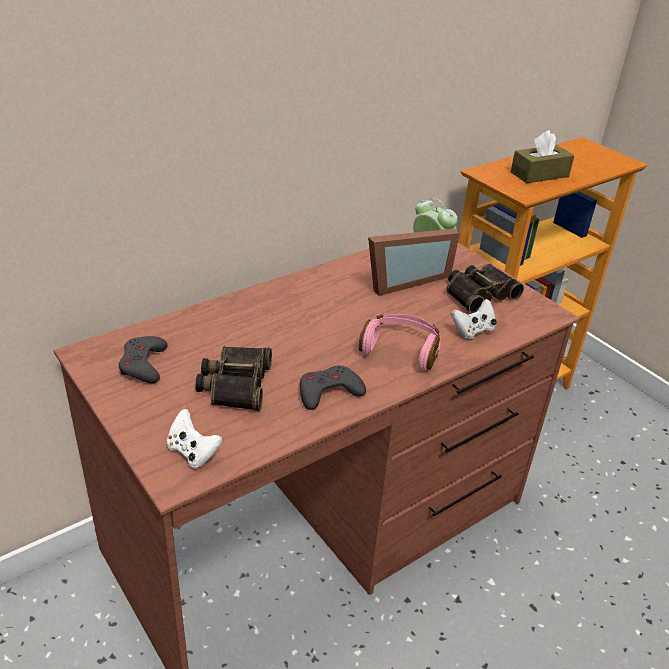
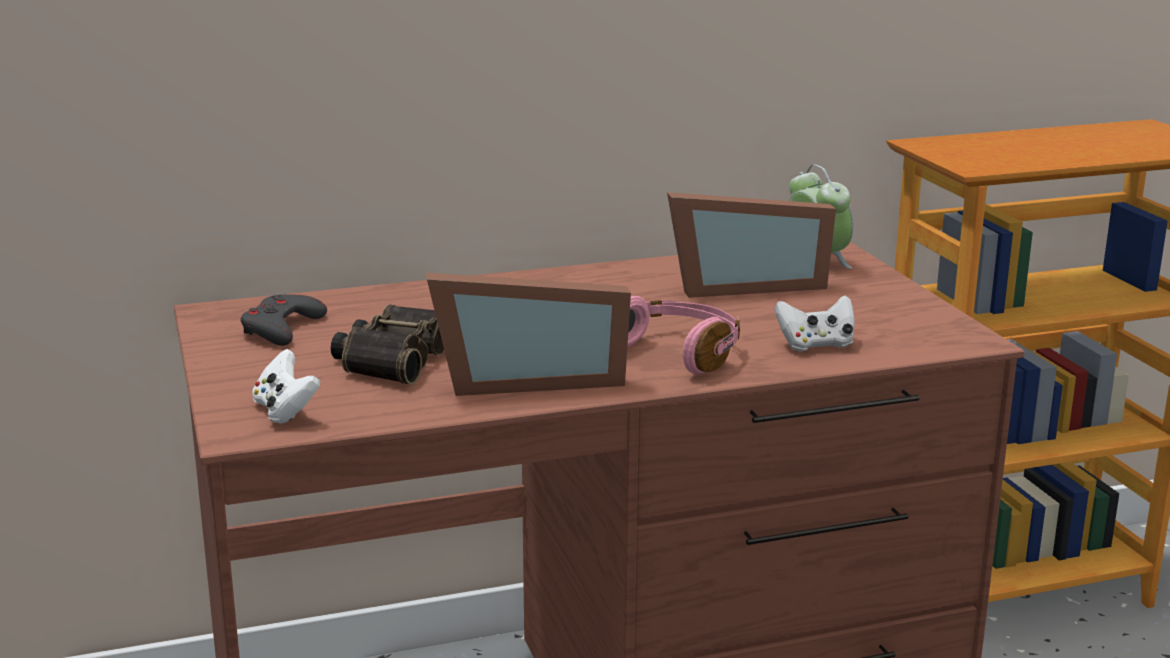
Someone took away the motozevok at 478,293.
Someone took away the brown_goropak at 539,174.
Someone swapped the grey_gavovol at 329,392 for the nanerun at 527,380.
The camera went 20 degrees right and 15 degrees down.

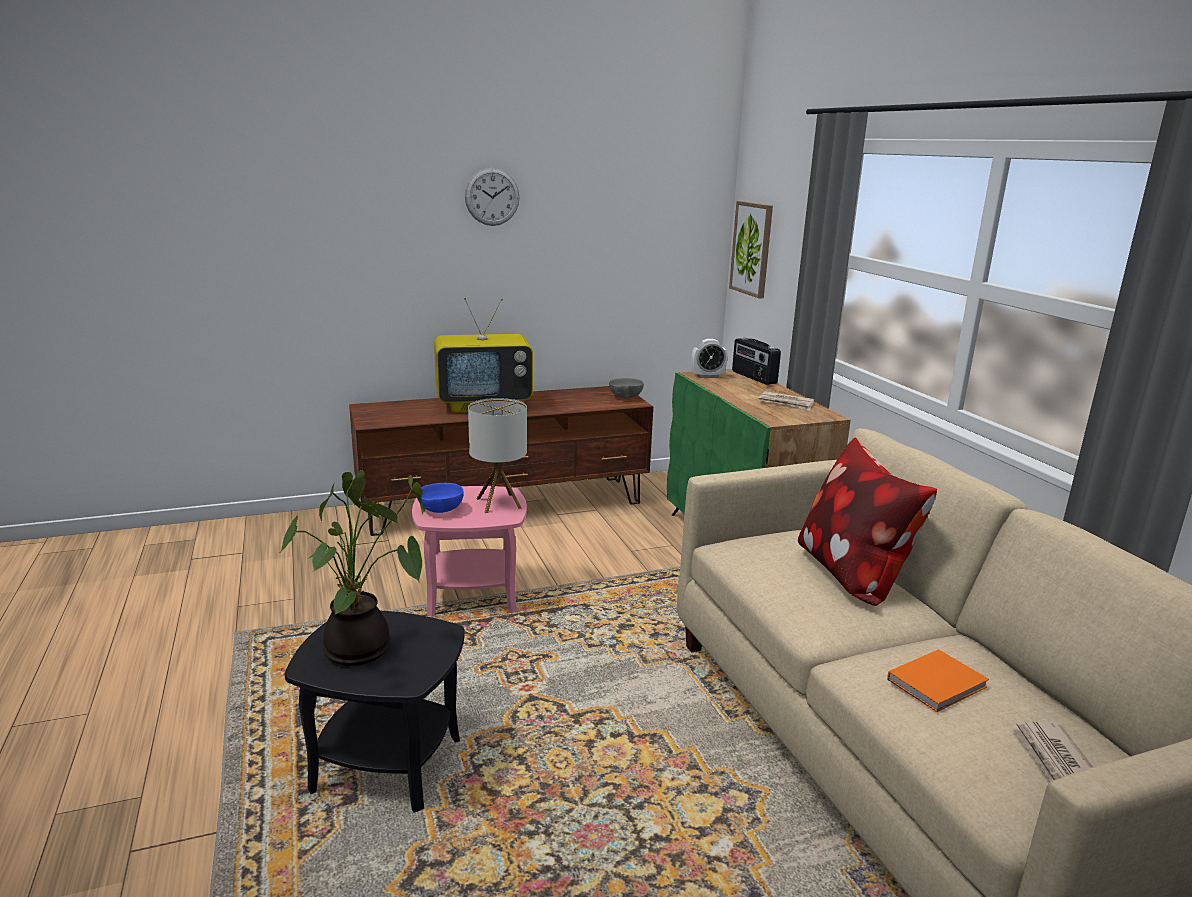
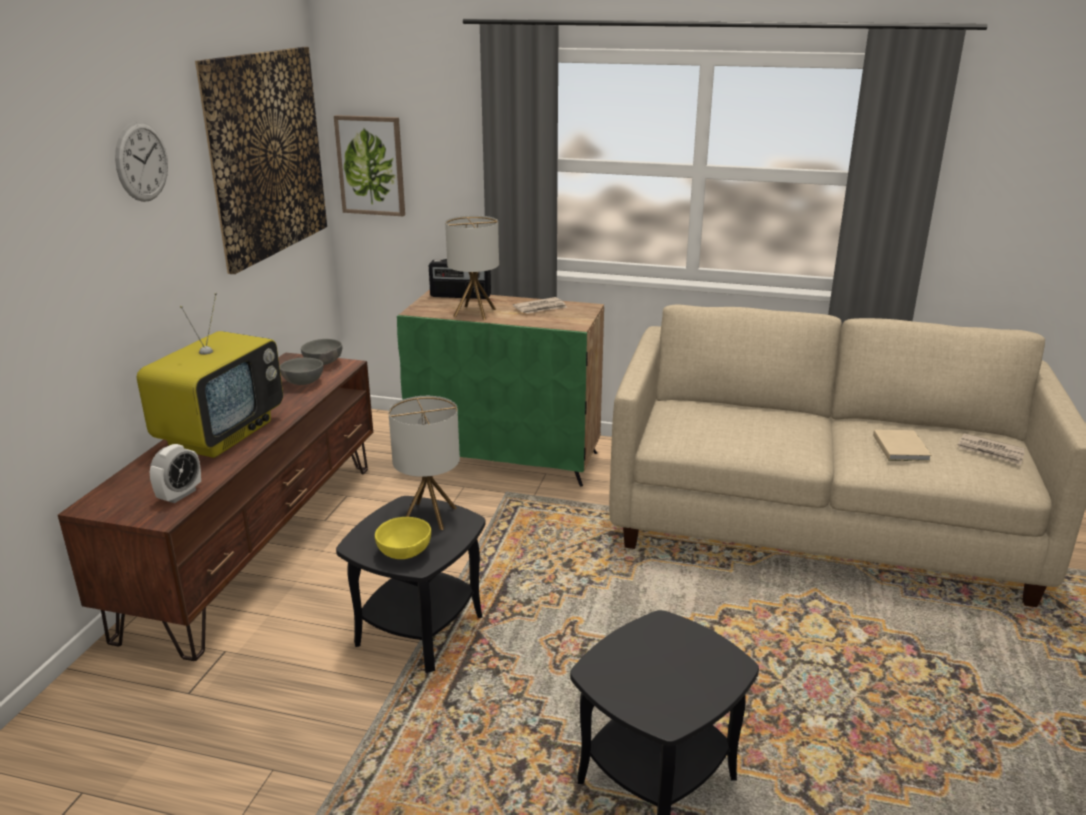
Someone took away the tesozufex at 363,651.
Someone took away the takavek at 852,574.
Someone put up the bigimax at 266,154.
Someone put down the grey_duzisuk at 302,383.
Someone put down the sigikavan at 475,312.
Someone carried the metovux from 707,376 to 180,495.
Someone repainted the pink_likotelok at 471,595, which became the black_likotelok at 419,630.
Someone repainted the blue_duzisuk at 440,511, which became the yellow_duzisuk at 405,554.
Someone repainted the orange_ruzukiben at 939,683, which became the beige_ruzukiben at 901,447.
The camera went 55 degrees left and 5 degrees up.

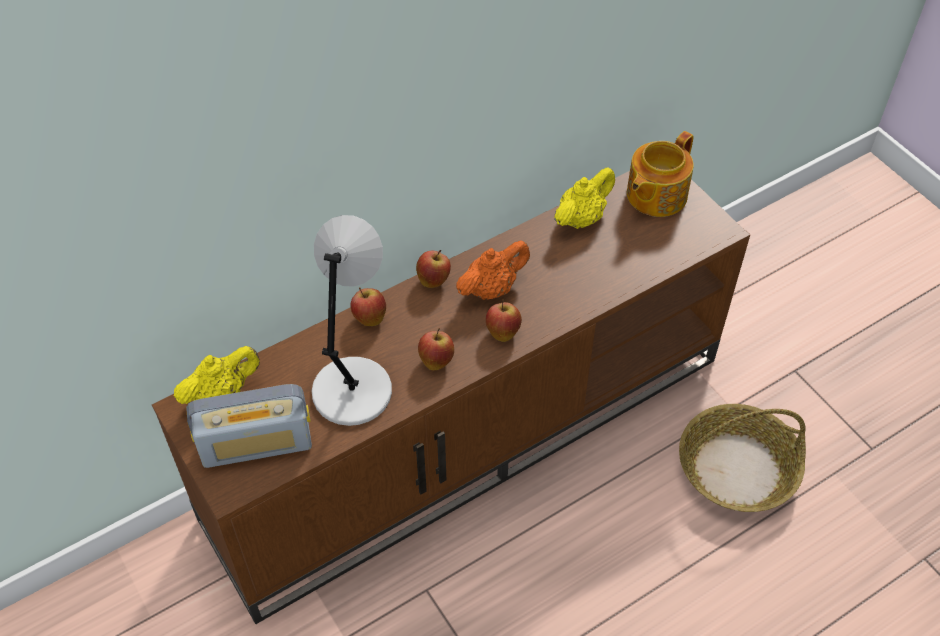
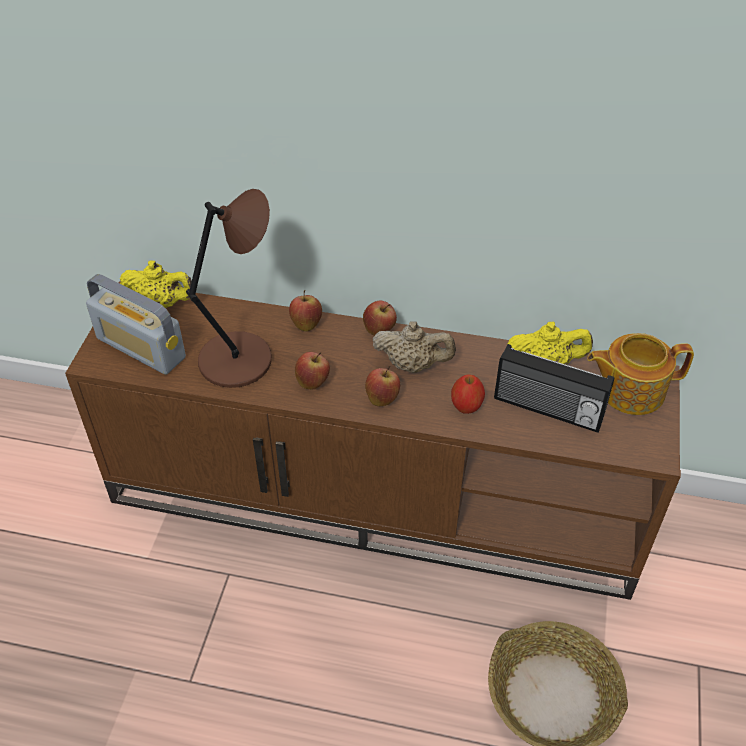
Someone put down the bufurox at 466,406.
Someone put down the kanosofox at 547,409.
Someone repainted the grey_sigikavan at 353,387, which became the brown_sigikavan at 239,358.
Someone repainted the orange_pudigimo at 492,288, which became the beige_pudigimo at 413,365.
The camera went 45 degrees right and 5 degrees down.

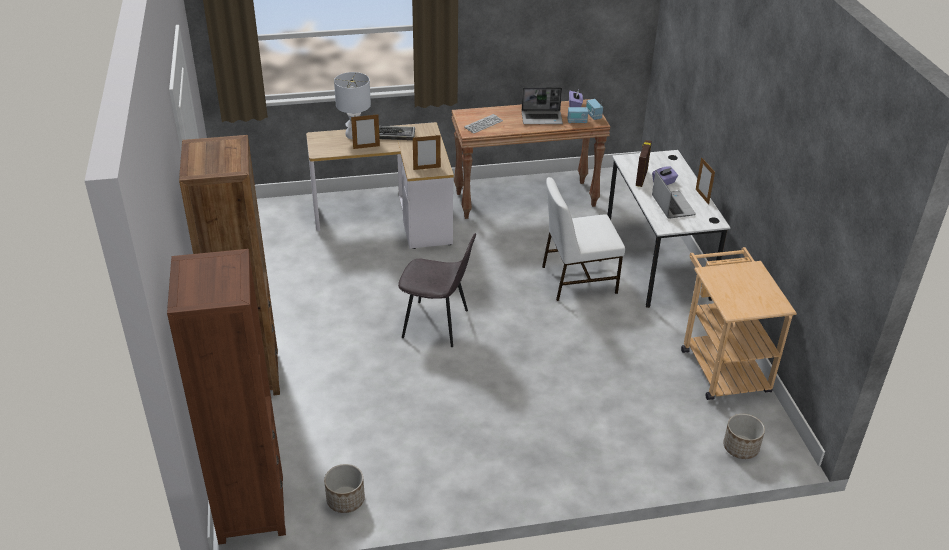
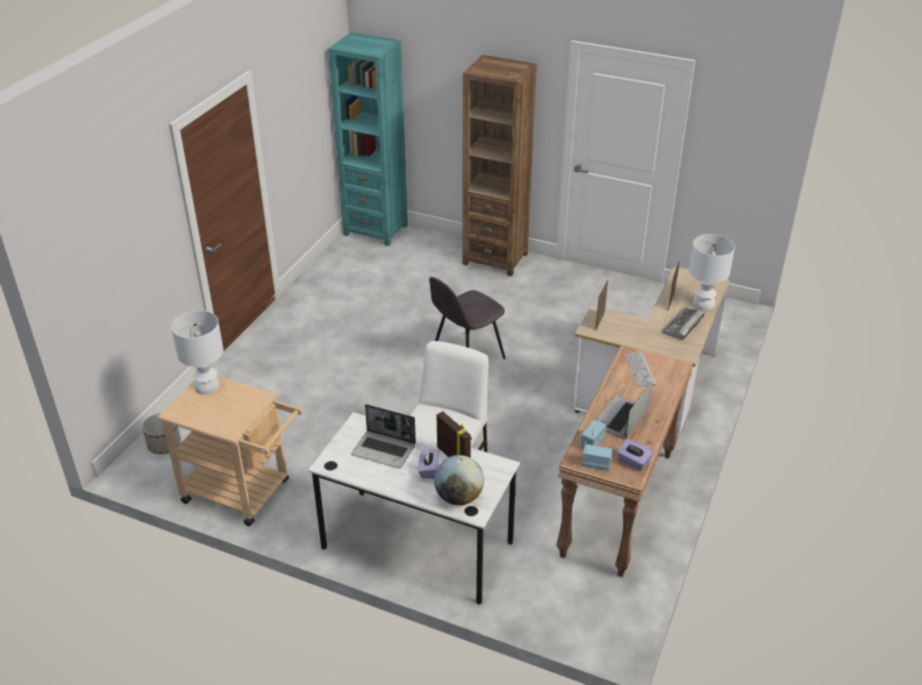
Someone took away the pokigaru at 345,499.
Someone took away the nanerun at 702,197.
Someone put down the white_sigikavan at 206,386.
Someone put down the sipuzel at 459,497.
Someone repainted the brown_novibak at 251,509, which became the turquoise_novibak at 375,230.
The camera went 125 degrees right and 0 degrees up.

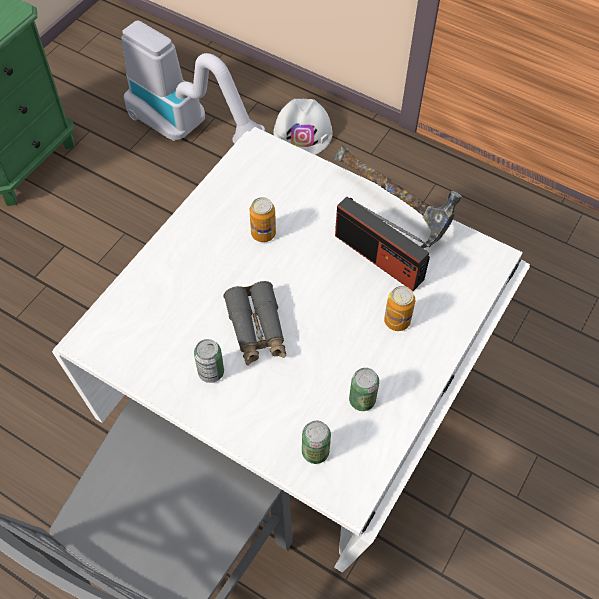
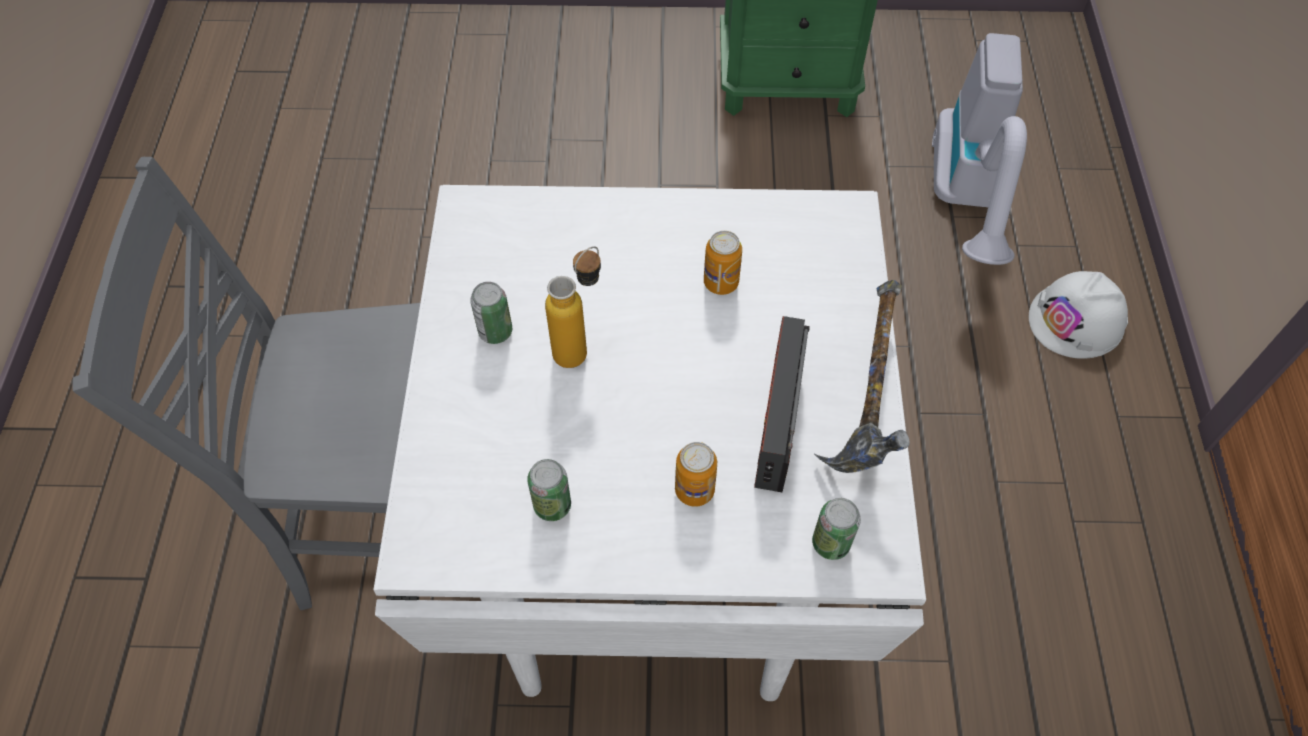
Someone carried the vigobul from 315,452 to 831,543.
Someone swapped the grey_motozevok at 257,329 for the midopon at 580,346.
The camera went 60 degrees right and 0 degrees up.

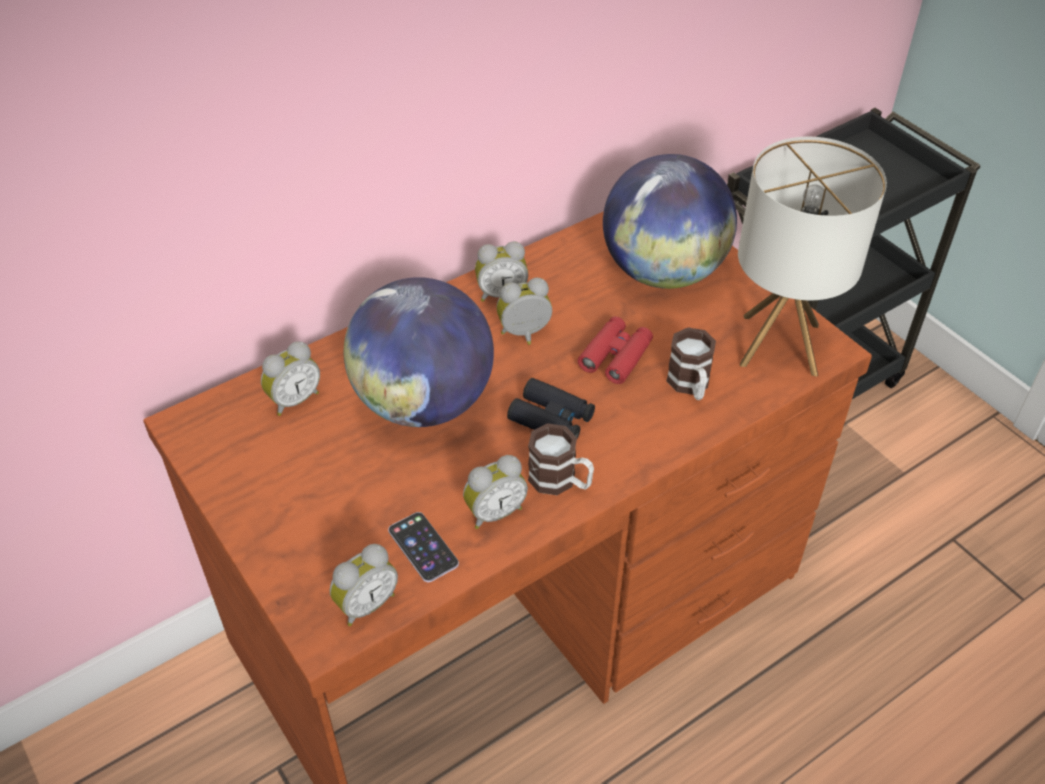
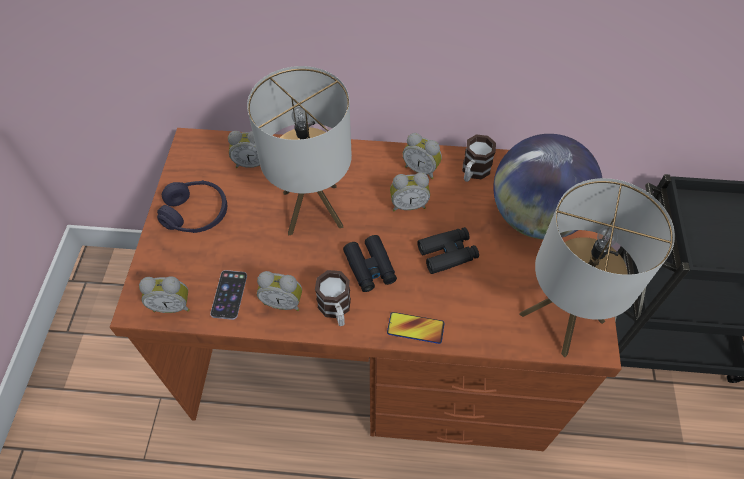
Someone put down the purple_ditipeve at 196,213.
Someone put down the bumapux at 415,328.
Someone carried the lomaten from 690,385 to 473,172.
Someone swapped the sipuzel at 424,402 for the sigikavan at 312,209.
Someone repainted the red_motozevok at 615,356, which became the black_motozevok at 447,253.
Someone rotated the metovux at 525,335 by 150 degrees clockwise.
The camera went 40 degrees right and 10 degrees up.

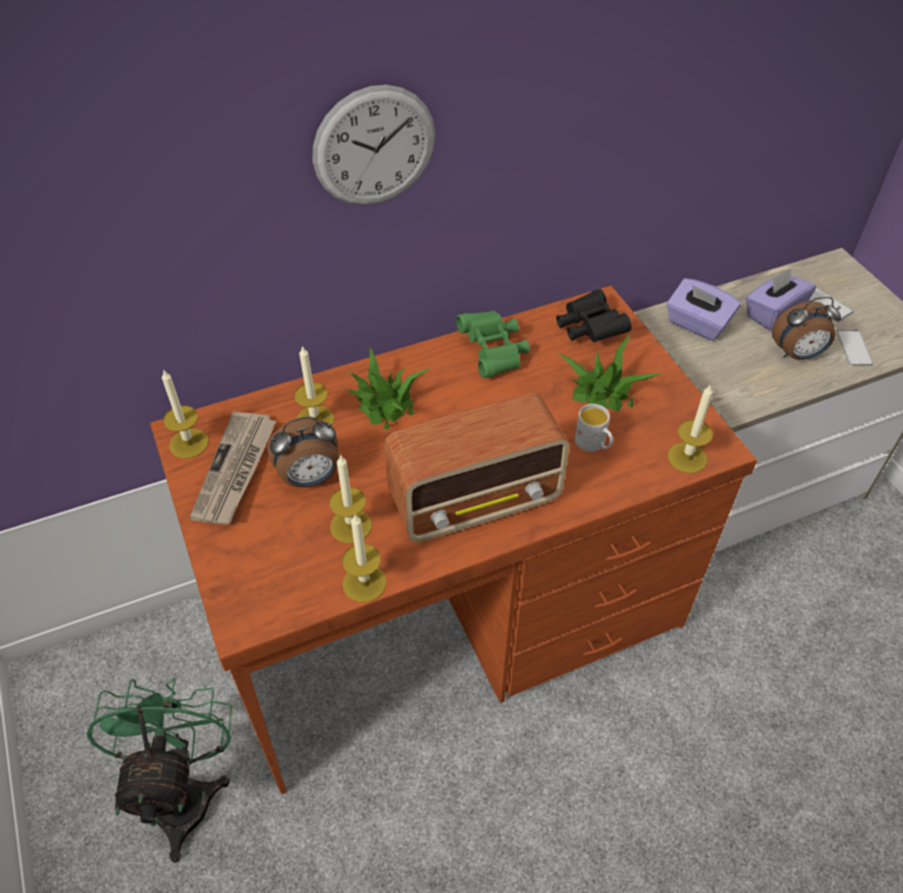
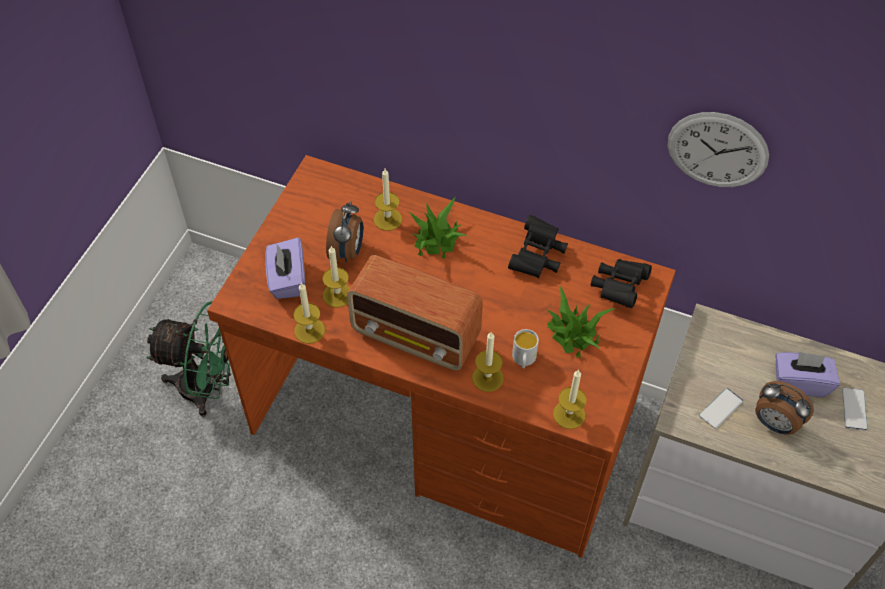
Someone took away the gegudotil at 235,470.
Someone carried the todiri from 189,443 to 487,378.
Someone carried the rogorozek from 374,147 to 717,150.
Someone carried the purple_goropak from 697,324 to 287,280.
Someone carried the bumapux from 854,348 to 721,408.
Someone repainted the green_motozevok at 494,353, which became the black_motozevok at 537,257.
Someone rotated the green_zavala at 184,791 by 60 degrees clockwise.
Someone rotated the metovux at 310,478 by 105 degrees counterclockwise.
The camera went 45 degrees right and 5 degrees up.

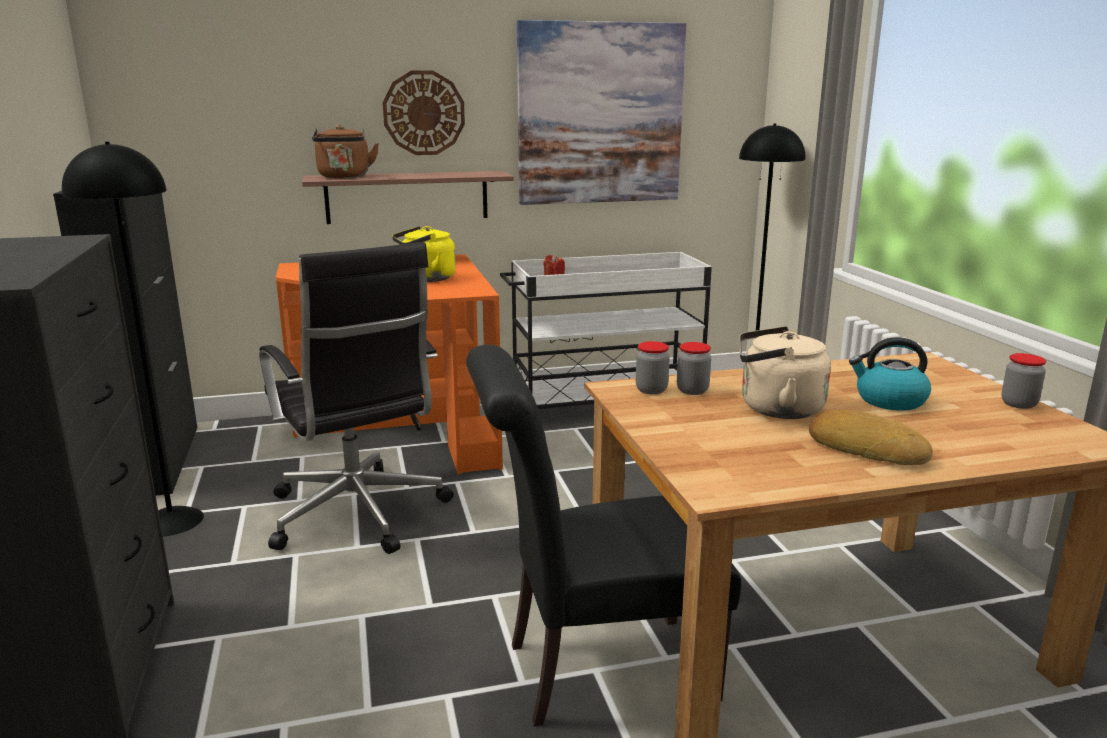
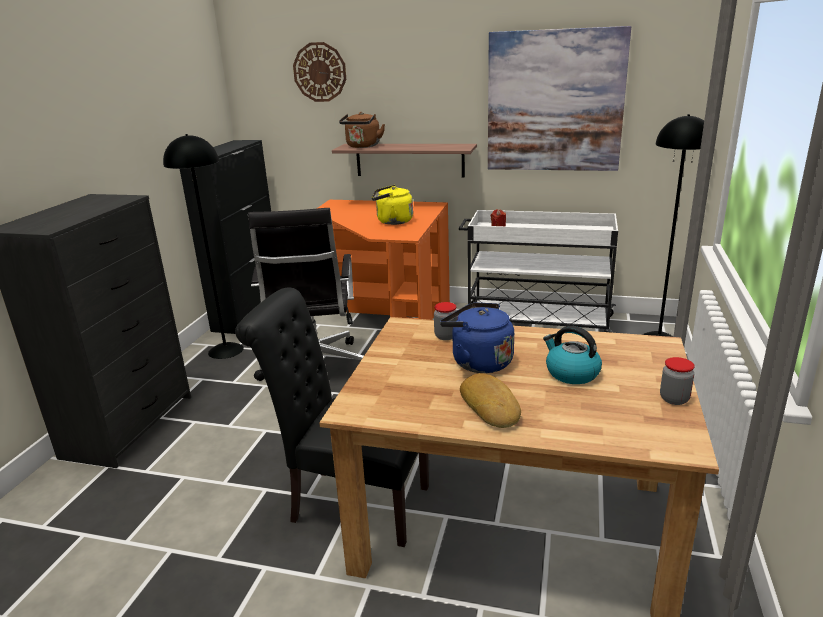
Someone took away the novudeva at 651,390.
Someone carried the rogorozek from 424,113 to 320,72.
Someone repainted the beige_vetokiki at 775,409, which became the blue_vetokiki at 478,362.
The camera went 30 degrees right and 5 degrees up.

